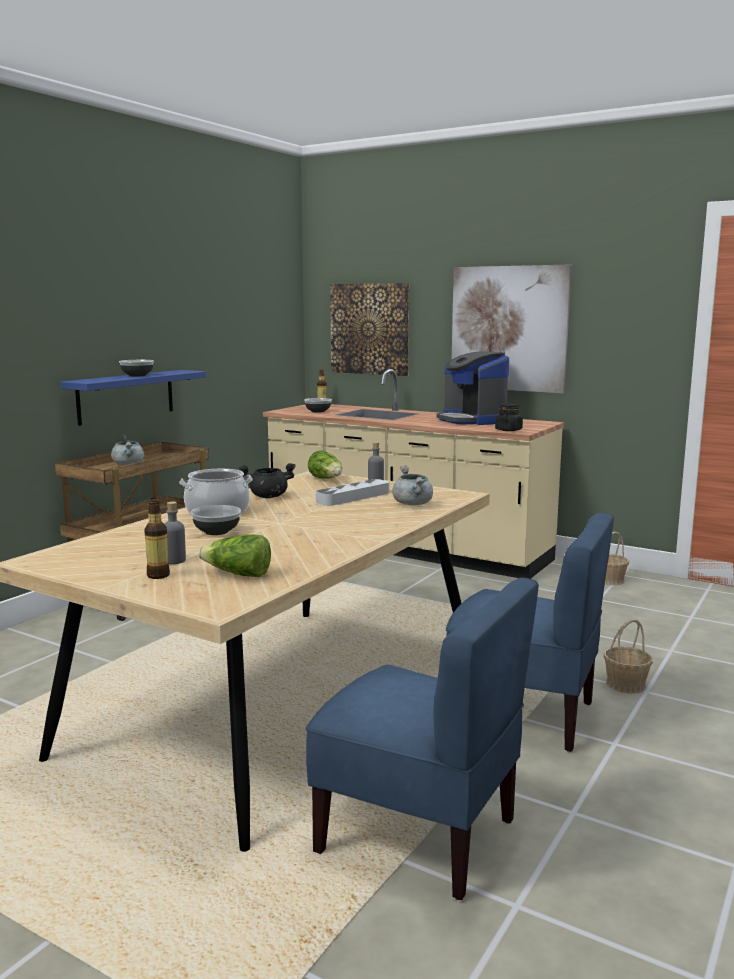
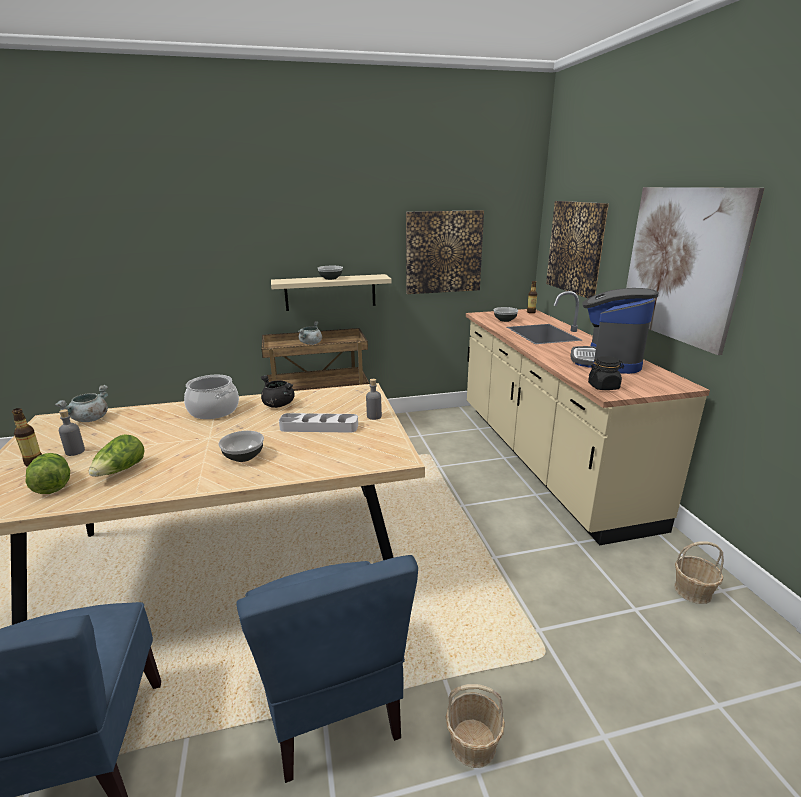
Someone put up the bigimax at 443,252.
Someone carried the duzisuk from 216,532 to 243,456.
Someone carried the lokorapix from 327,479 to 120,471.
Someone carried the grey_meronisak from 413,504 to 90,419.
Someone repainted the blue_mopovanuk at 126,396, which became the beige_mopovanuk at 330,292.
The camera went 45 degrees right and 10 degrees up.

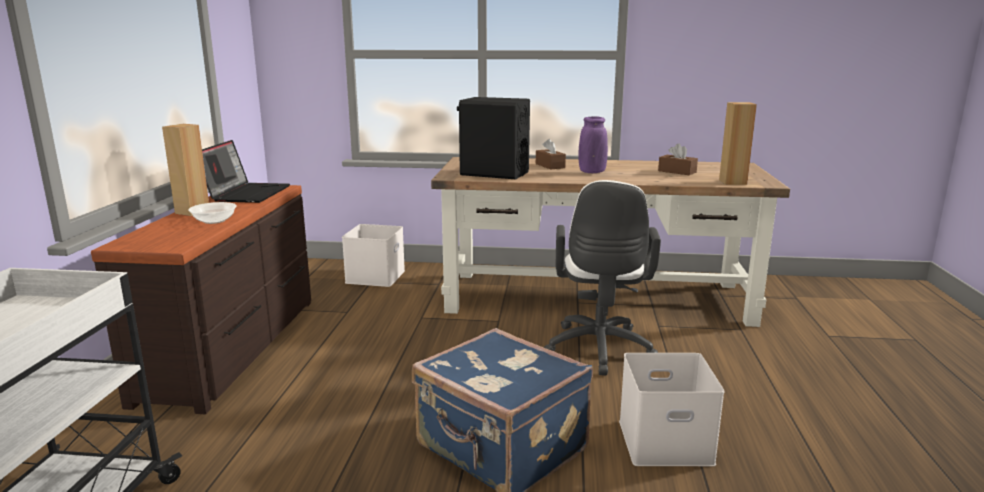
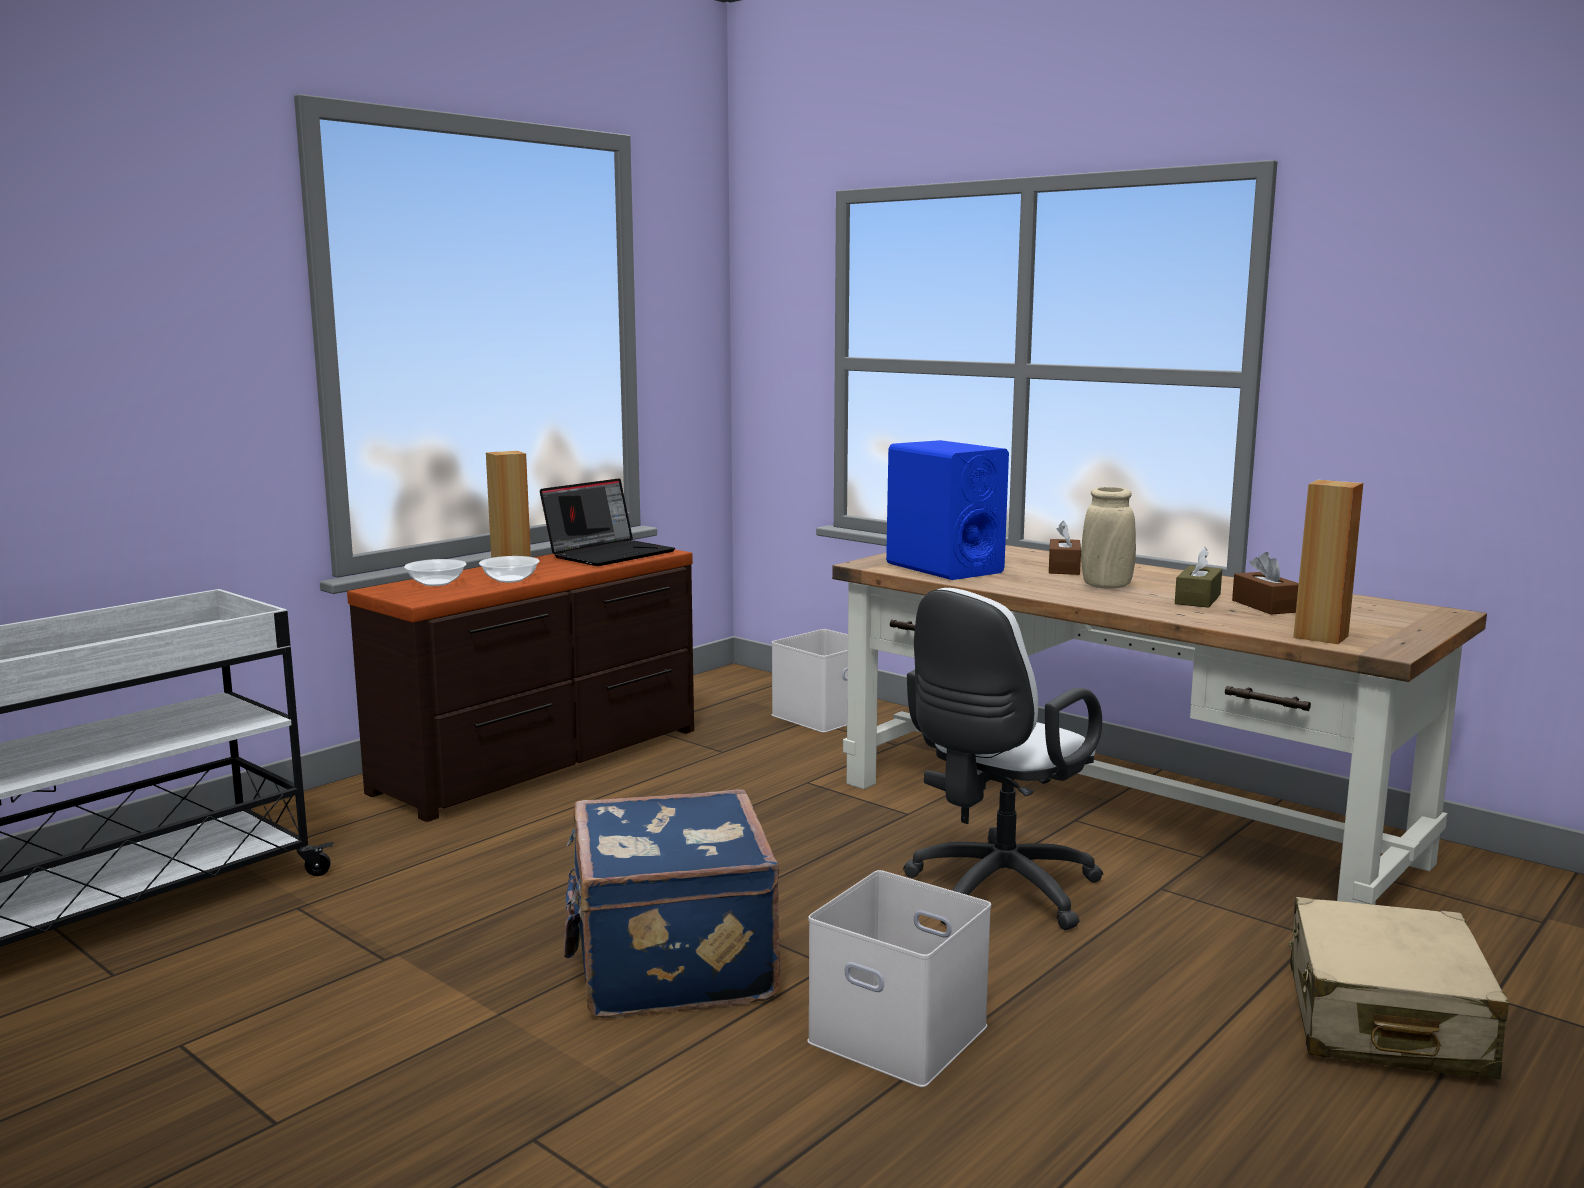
Someone put down the duzisuk at 436,583.
Someone put down the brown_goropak at 1197,599.
Someone put down the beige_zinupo at 1384,1020.
Someone repainted the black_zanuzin at 494,173, which became the blue_zanuzin at 943,568.
Someone repainted the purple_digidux at 592,172, which became the beige_digidux at 1106,586.
The camera went 35 degrees right and 5 degrees down.

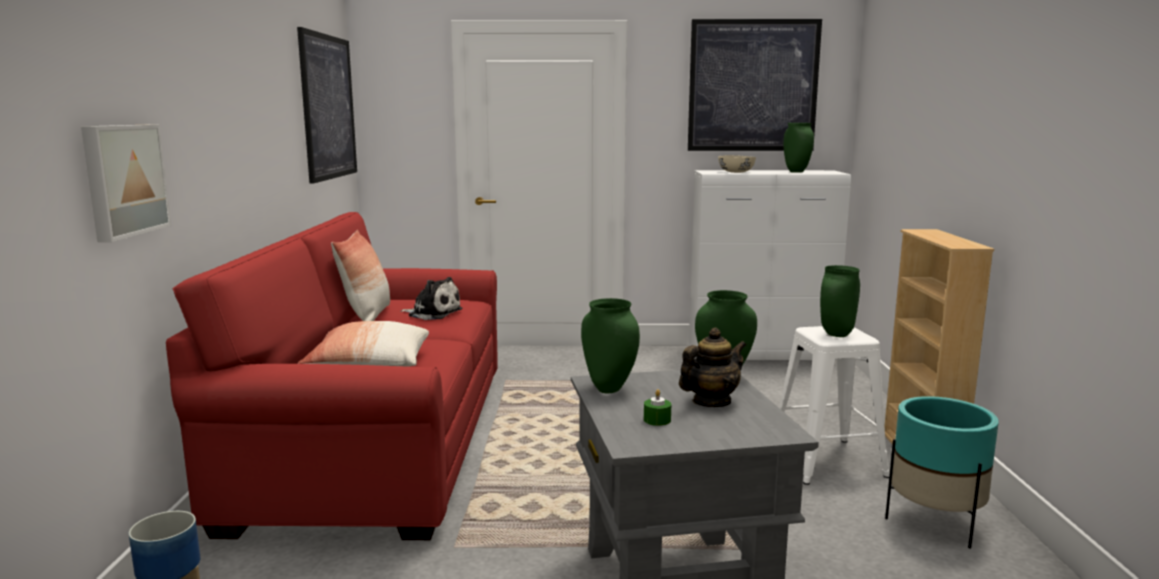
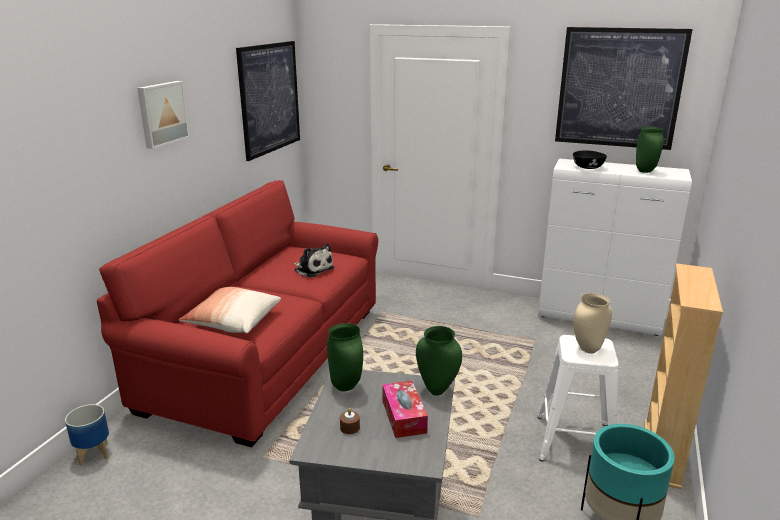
Someone took away the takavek at 367,316.
Someone carried the bigimax from 123,180 to 162,113.
Someone swapped the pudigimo at 711,402 for the goropak at 403,416.
Someone repainted the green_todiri at 657,420, which became the brown_todiri at 350,427.
Someone repainted the beige_duzisuk at 735,172, which became the black_duzisuk at 587,167.
Someone repainted the green_digidux at 836,334, which became the beige_digidux at 587,349.
The camera went 20 degrees right and 10 degrees up.

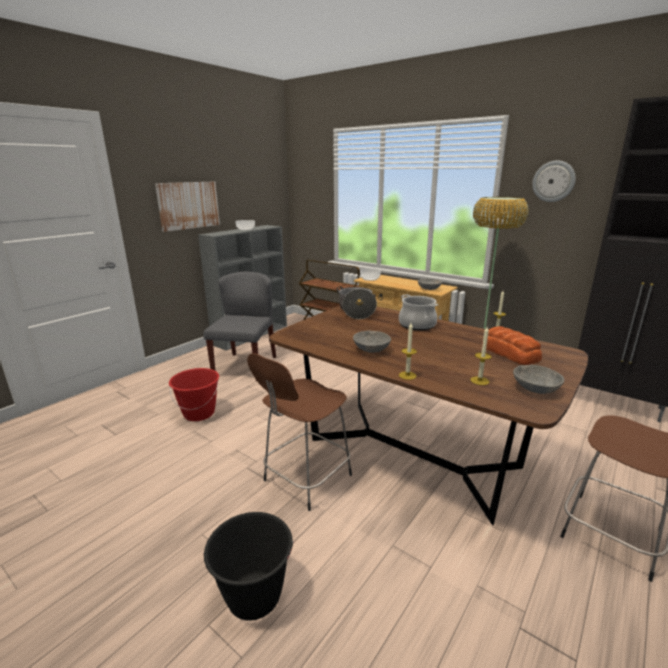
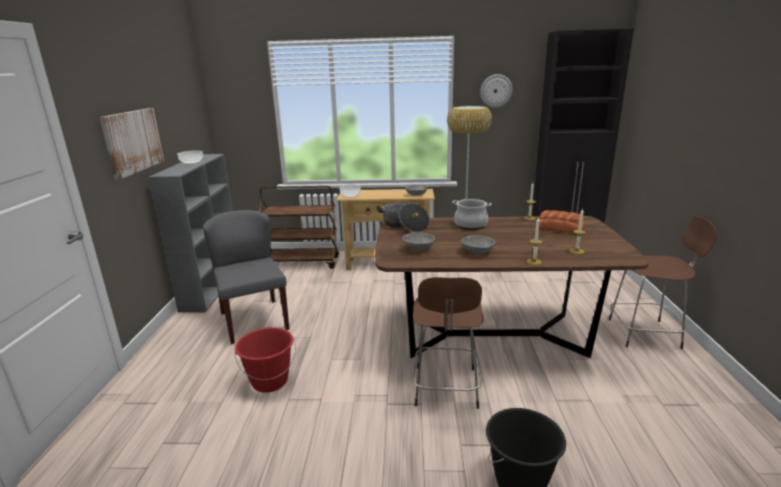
Someone carried the grey_duzisuk from 534,389 to 418,248.
The camera went 35 degrees left and 0 degrees up.

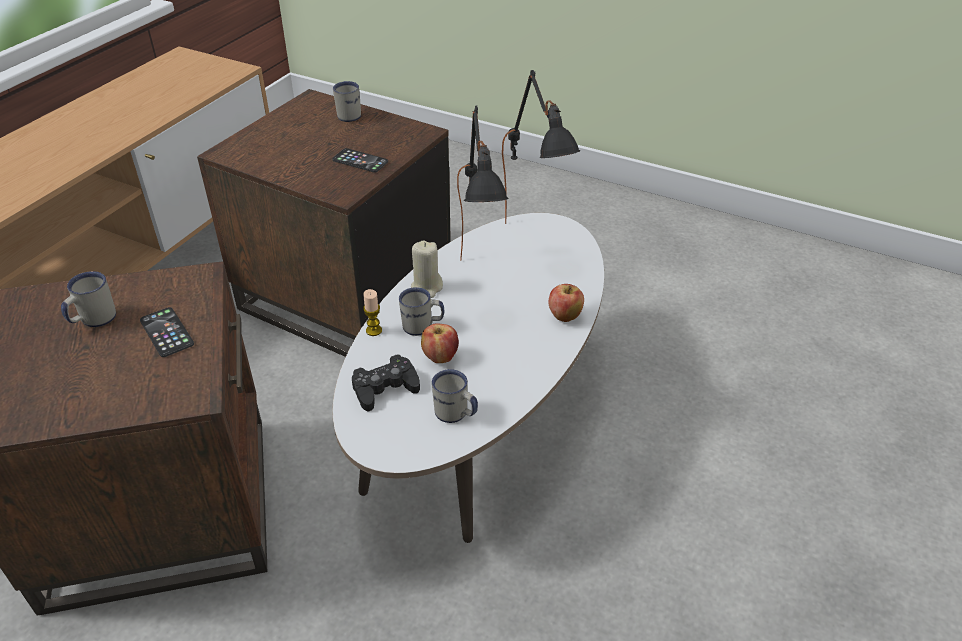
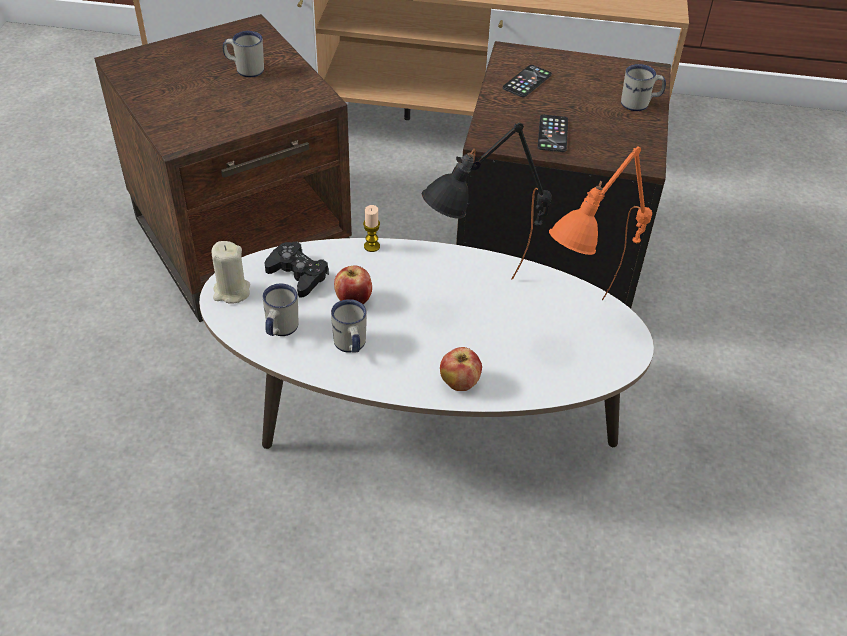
Someone carried the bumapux from 167,332 to 527,81.
Someone carried the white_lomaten from 422,327 to 350,346.
Someone carried the beige_todiri from 427,287 to 231,292.
Someone repainted the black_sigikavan at 533,240, which became the orange_sigikavan at 584,330.
The camera went 70 degrees right and 5 degrees up.

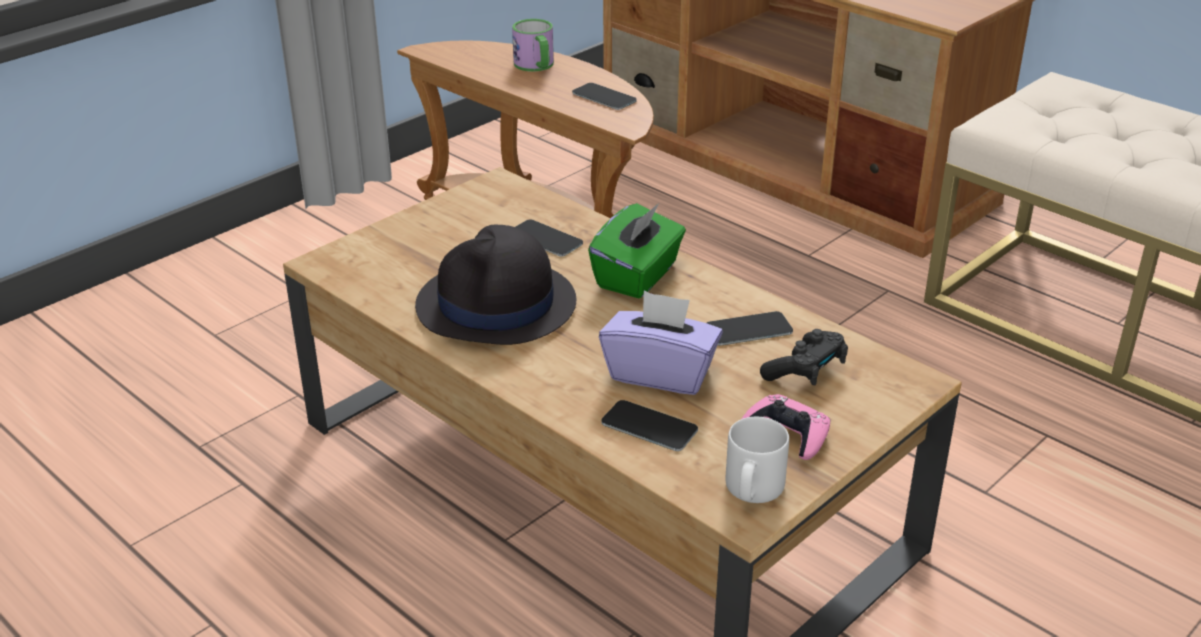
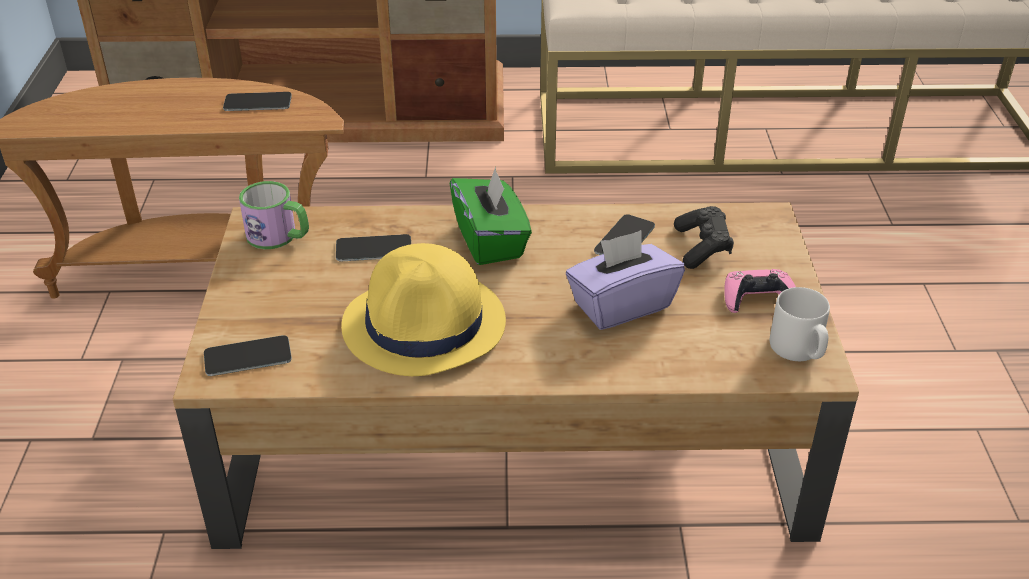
Someone carried the lomaten from 536,66 to 279,237.
Someone carried the bumapux from 649,426 to 248,357.
Someone repainted the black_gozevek at 496,306, which became the yellow_gozevek at 425,325.
The camera went 45 degrees left and 5 degrees up.

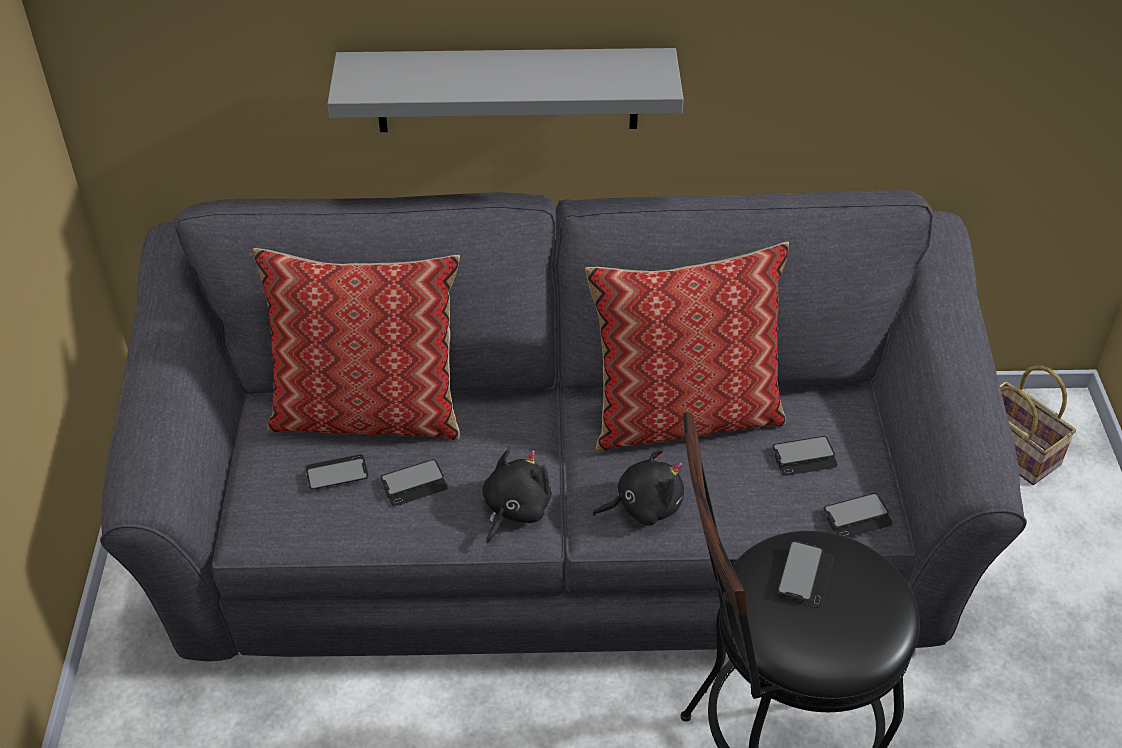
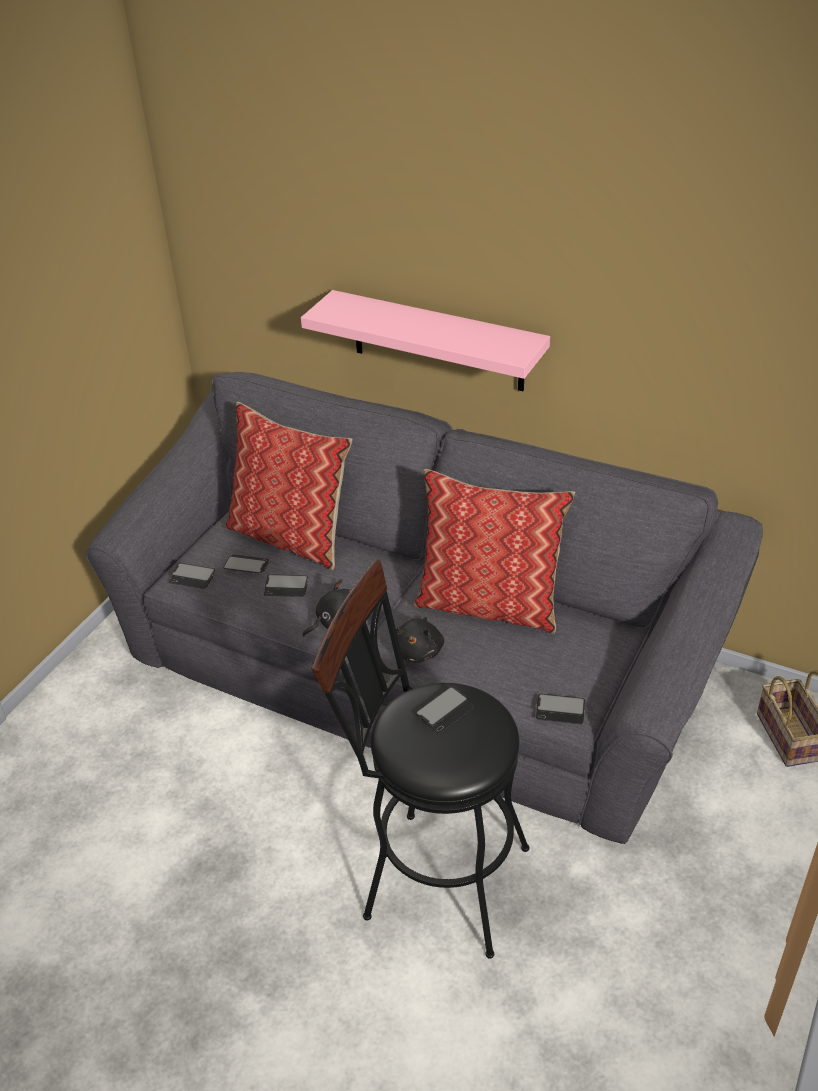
Someone carried the bumapux from 804,457 to 192,577.
Someone repainted the grey_mopovanuk at 507,90, which became the pink_mopovanuk at 437,341.
Someone rotated the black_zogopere at 644,506 by 90 degrees clockwise.
The camera went 30 degrees right and 5 degrees down.

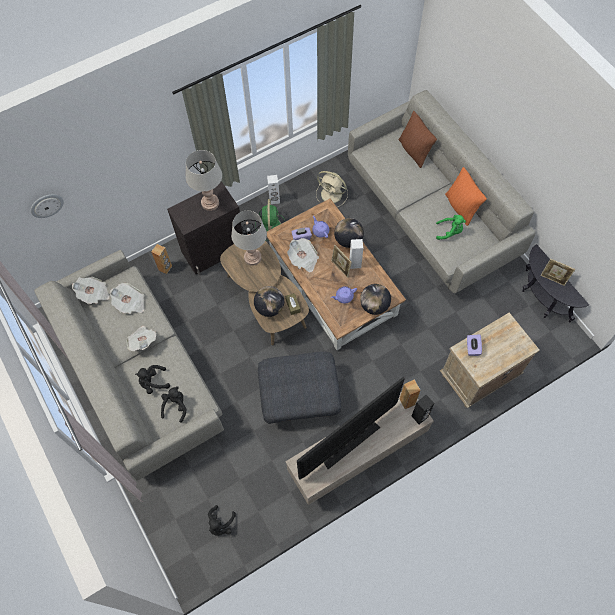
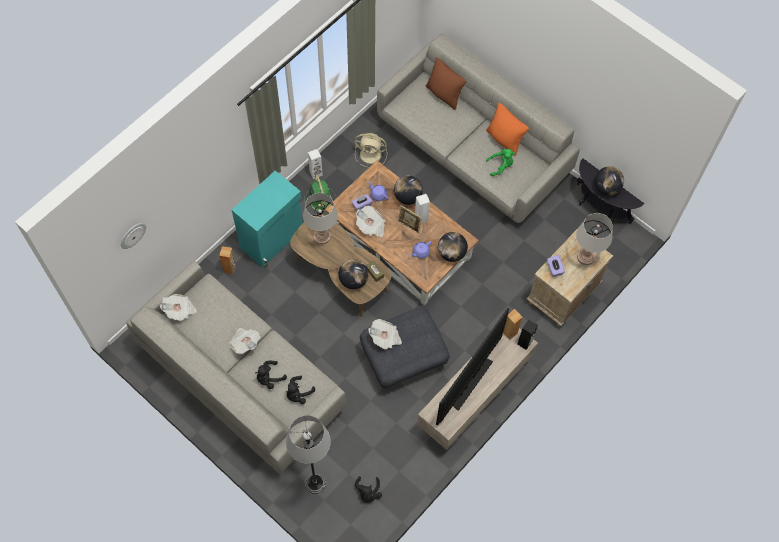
Someone put down the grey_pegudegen at 315,483.
Someone carried the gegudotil from 130,303 to 385,338.
Someone carried the grey_sigikavan from 210,203 to 585,257.
Someone swapped the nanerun at 553,279 for the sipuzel at 606,188.
Someone repainted the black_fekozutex at 214,250, which became the turquoise_fekozutex at 273,239.
Someone rotated the black_zogopere at 175,406 by 135 degrees counterclockwise.
The camera went 20 degrees left and 0 degrees up.

